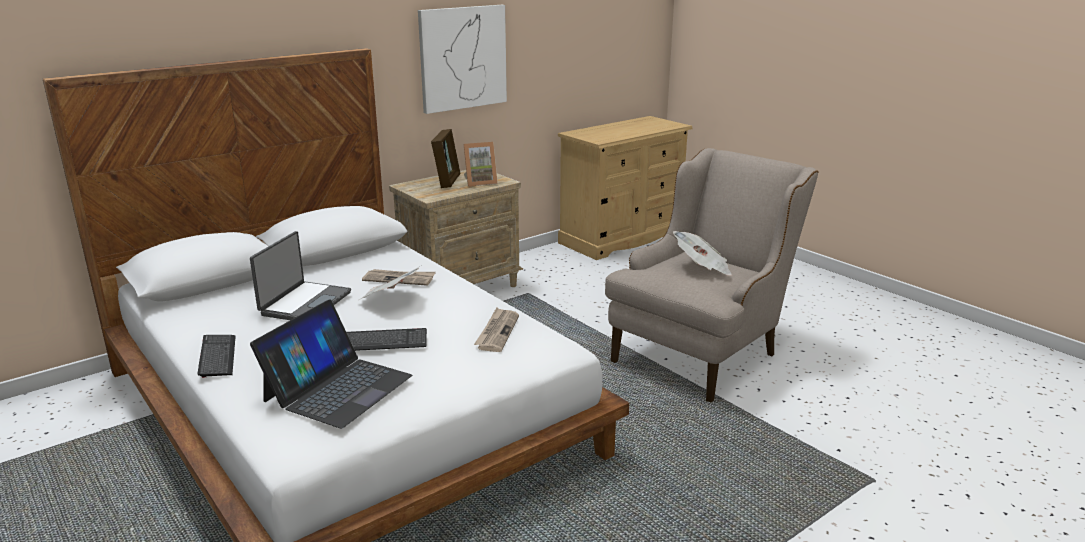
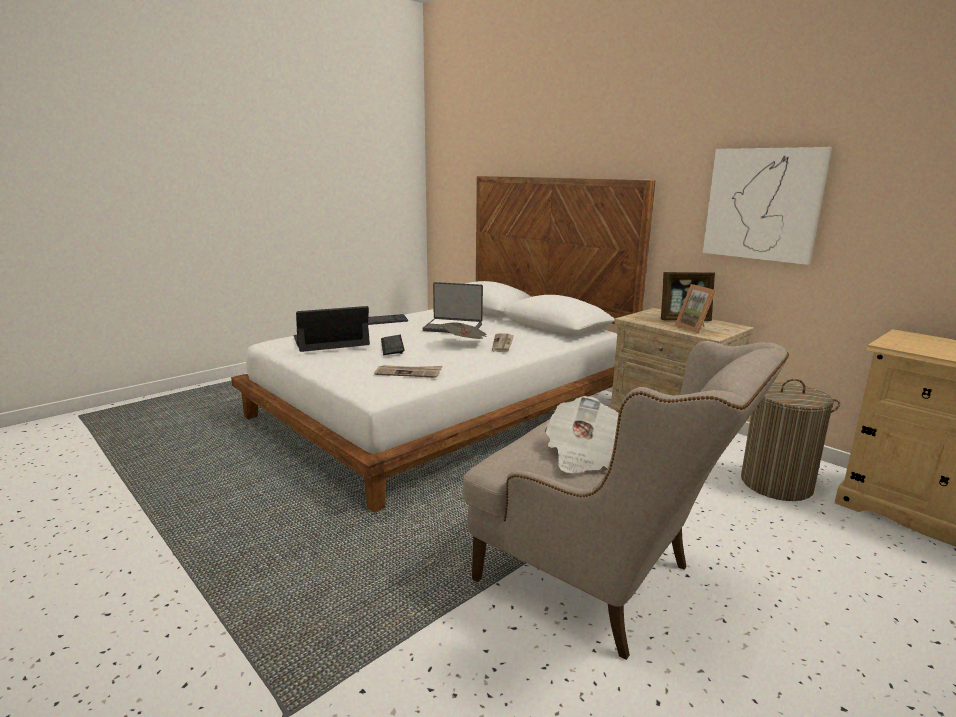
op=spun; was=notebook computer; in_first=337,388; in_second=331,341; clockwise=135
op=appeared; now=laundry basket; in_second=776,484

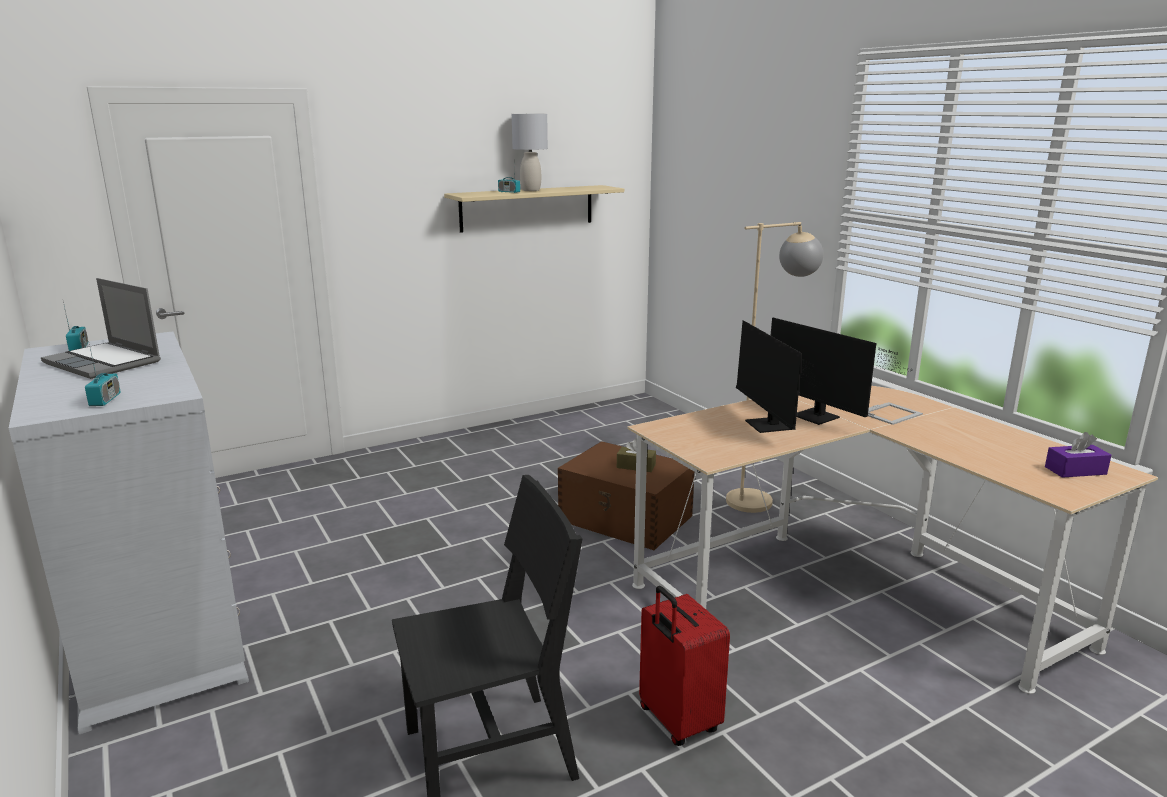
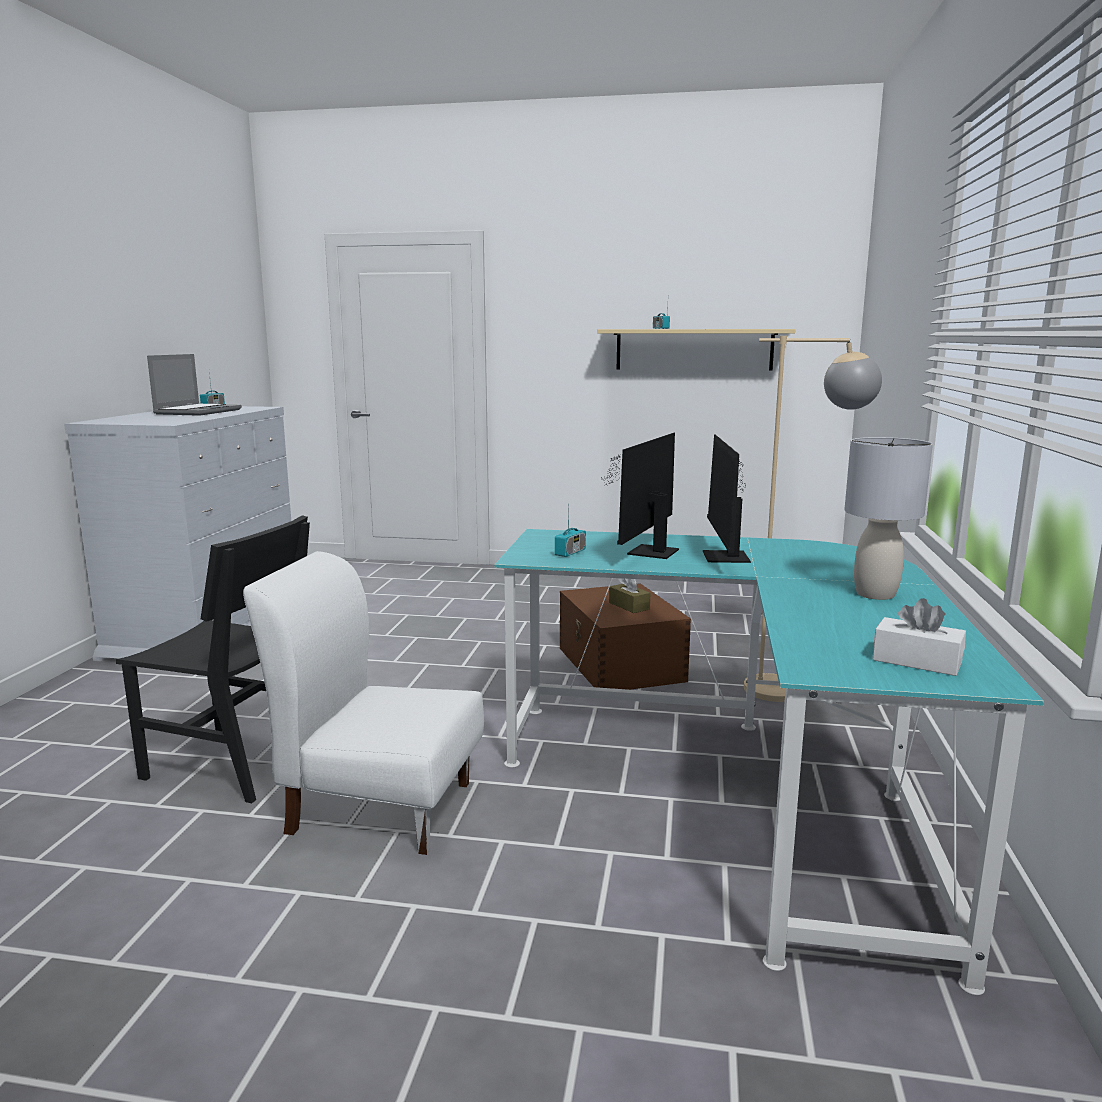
op=relocated; was=greyish lamp for a table; in_first=531,190; in_second=876,594
op=spun; was=notebook computer; in_first=105,362; in_second=198,412; clockwise=-150
op=relocated; was=radio; in_first=105,400; in_second=570,553
op=colour; was=beige desk; now=blue-green desk; in_first=850,589; in_second=739,792
op=missing; was=standing frame; in_first=891,413
op=colour; was=purple box of tissues; now=whitish box of tissues; in_first=1075,470; in_second=916,661
op=exchanged; was=red-coloured suitcase; now=whitish chair; in_first=677,721; in_second=380,806

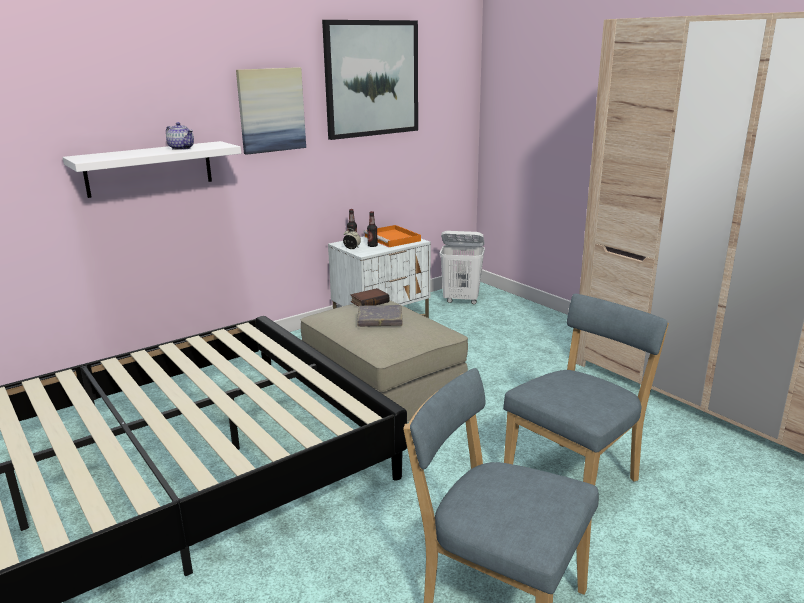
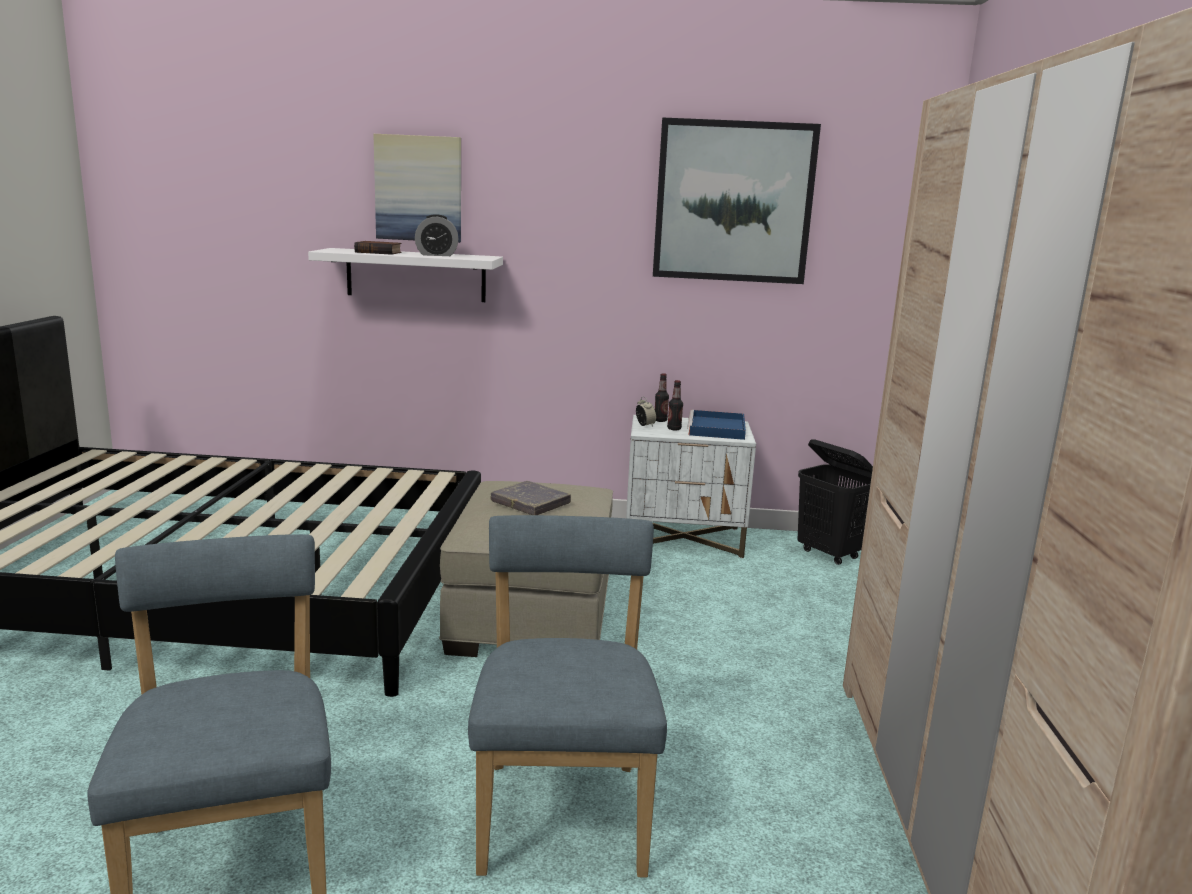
op=relocated; was=picture; in_first=271,110; in_second=418,188
op=exchanged; was=tea pot; now=bedside clock; in_first=182,148; in_second=436,255
op=colour; was=orange-coloured carrying tray; now=blue carrying tray; in_first=393,239; in_second=717,429
op=colour; was=whitish laundry basket; now=black-coloured laundry basket; in_first=461,300; in_second=829,554
op=relocated; was=volume; in_first=369,301; in_second=379,252
op=spun; was=blue chair; in_first=575,478; in_second=563,810; clockwise=-90

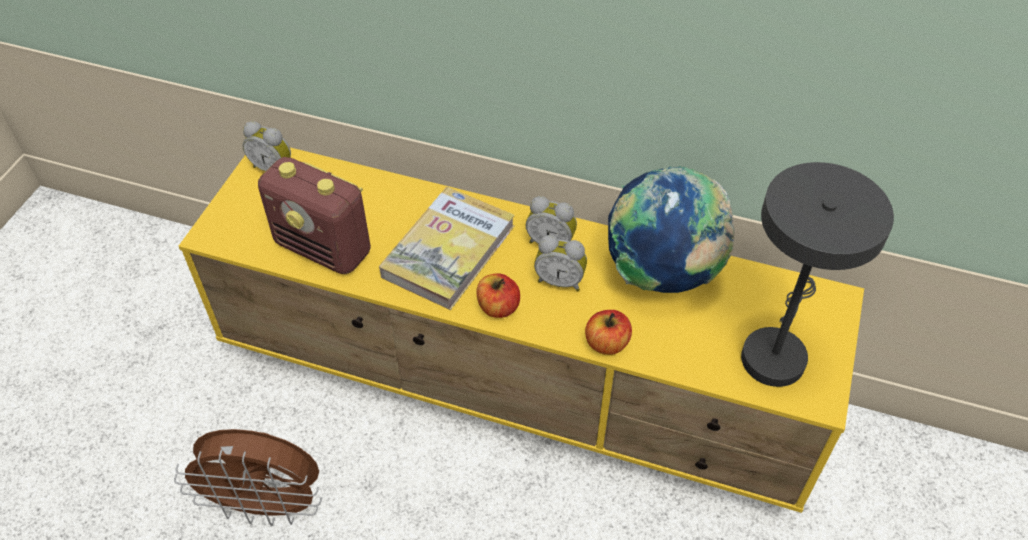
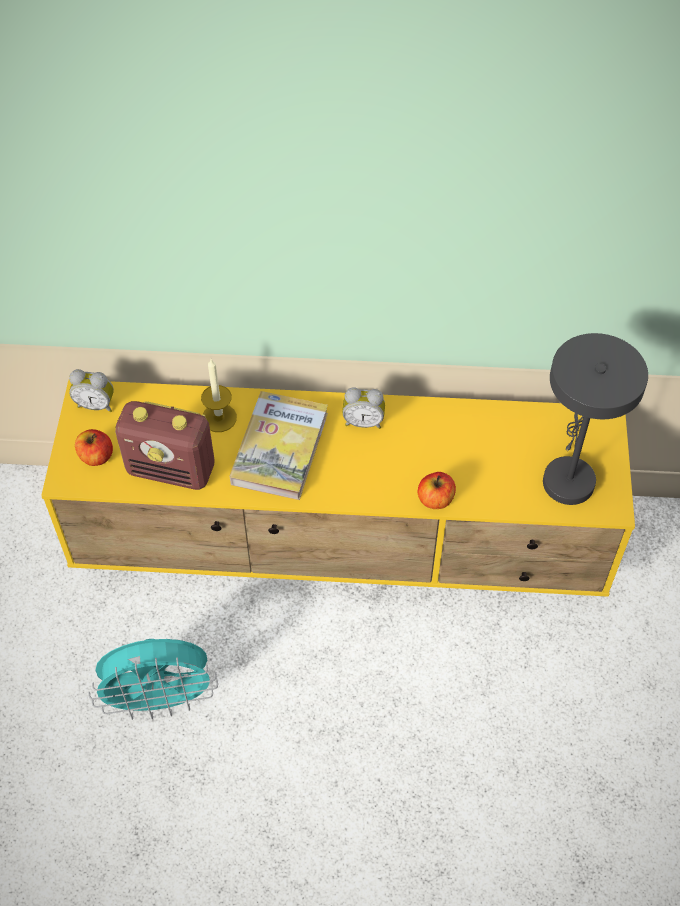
op=missing; was=globe; in_first=661,274
op=missing; was=bedside clock; in_first=560,280
op=relocated; was=apple; in_first=498,307; in_second=96,456
op=colour; was=brown-coloured electric fan; now=blue-green electric fan; in_first=267,505; in_second=161,700
op=appeared; now=wax light; in_second=219,418

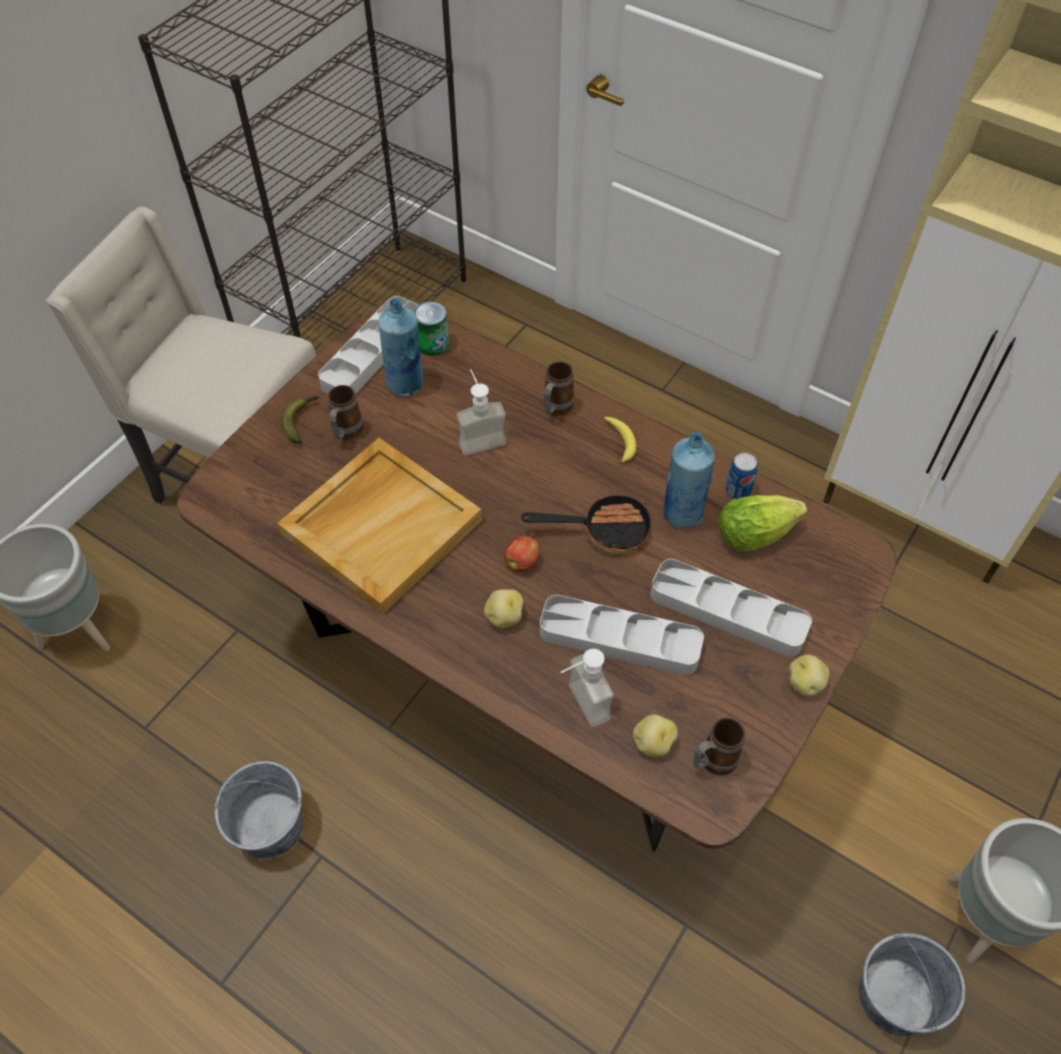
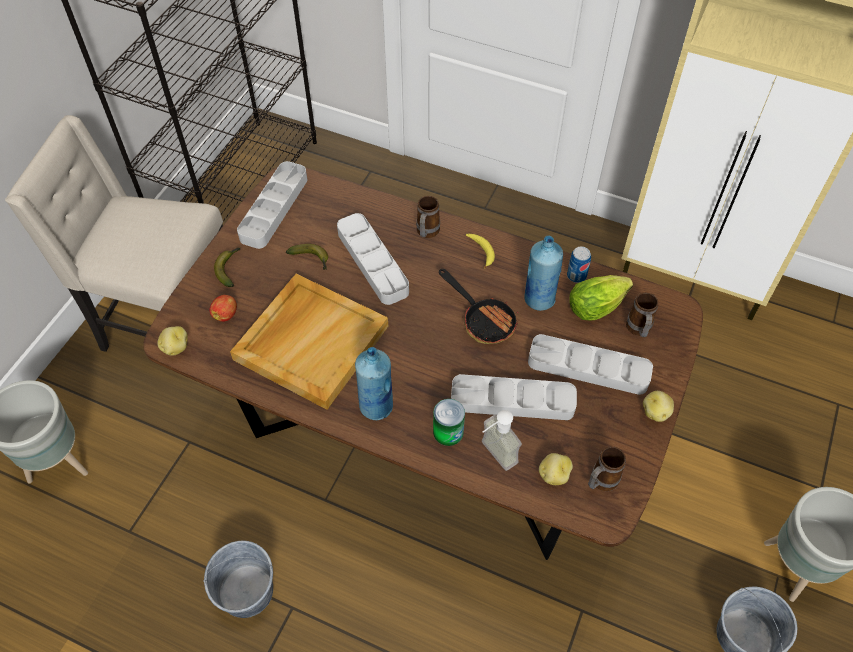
op=relocated; was=blue beverage bottle; in_first=405,383; in_second=376,406
op=relocated; was=sealed can; in_first=433,344; in_second=448,432
op=exchanged; was=soap dispenser; now=greyish carrying tray; in_first=479,437; in_second=372,262
op=relocated; was=coffee mug; in_first=346,434; in_second=638,330
op=spun; was=frying pan; in_first=604,529; in_second=483,320; clockwise=60
op=relocated; was=apple; in_first=522,562; in_second=226,314
op=relocated; was=whole potato; in_first=504,616; in_second=175,347
op=appeared; now=whole banana; in_second=311,259

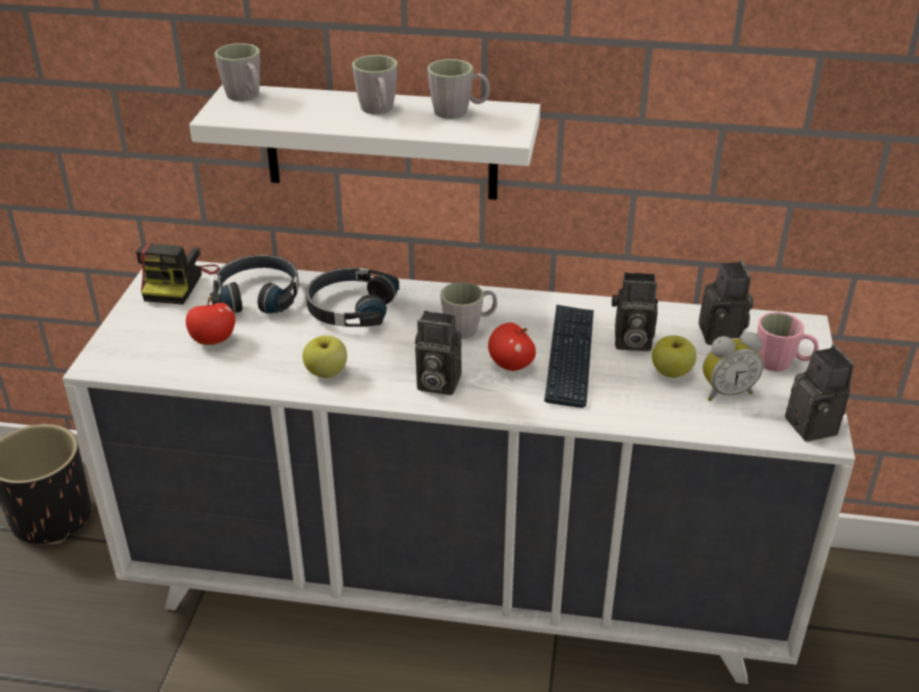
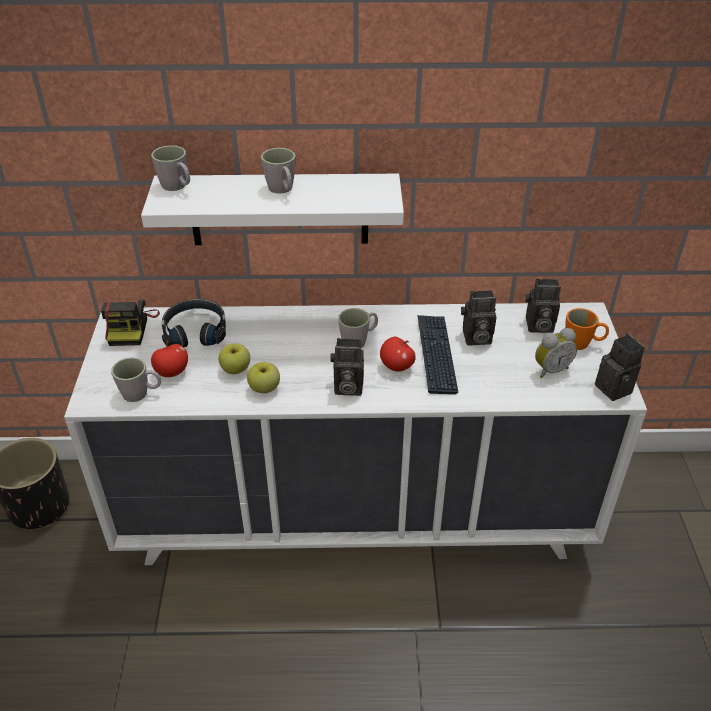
op=relocated; was=greyish coffee mug; in_first=458,112; in_second=141,393
op=spun; was=photo camera; in_first=723,335; in_second=538,326; clockwise=105
op=missing; was=black-coloured headphones; in_first=350,308
op=colour; was=pink coffee mug; now=orange-coloured coffee mug; in_first=781,364; in_second=582,343
op=relocated; was=apple; in_first=671,372; in_second=236,369

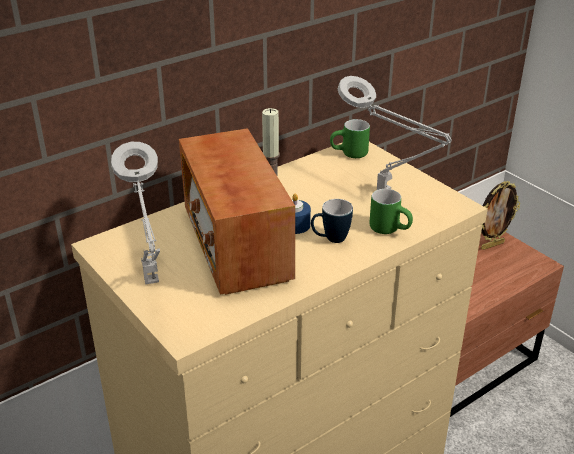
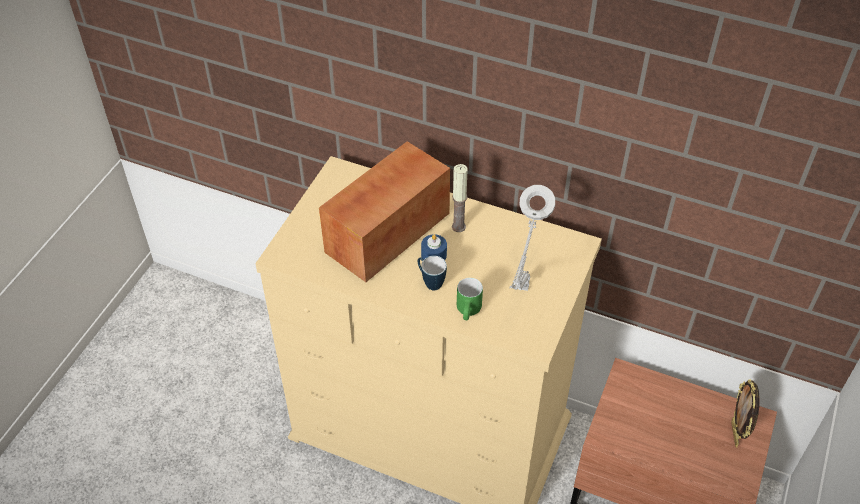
op=missing; was=greenish coffee mug; in_first=349,155
op=missing; was=greyish lamp for a table; in_first=152,284
op=spun; was=standing frame; in_first=492,245; in_second=735,434; clockwise=60

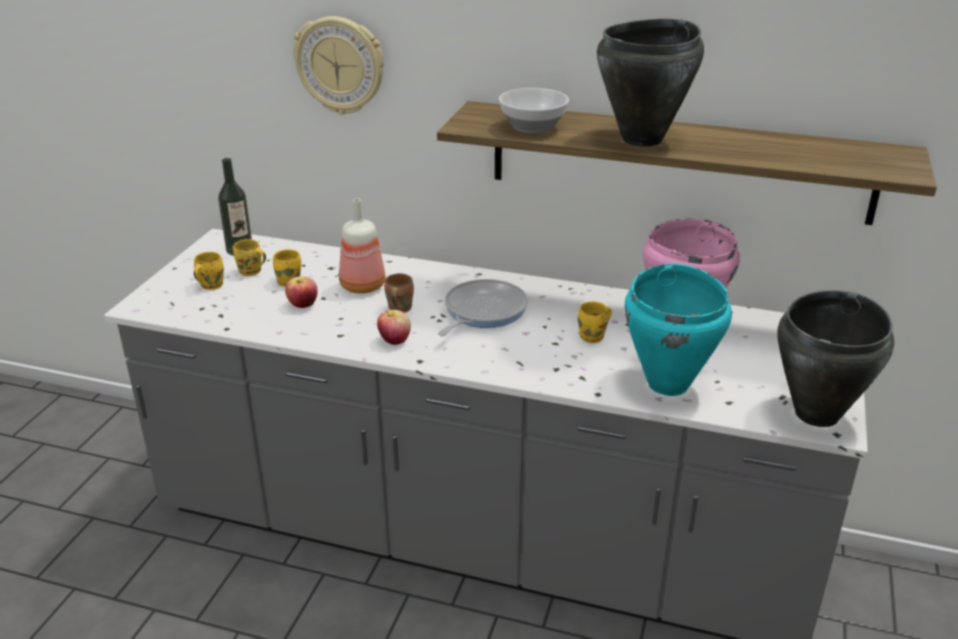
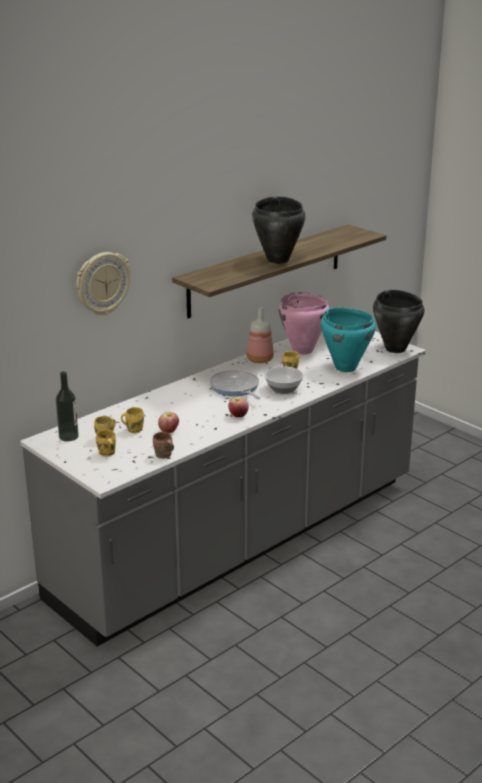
op=relocated; was=deep dish; in_first=531,127; in_second=283,389
op=relocated; was=beverage bottle; in_first=361,286; in_second=259,360
op=relocated; was=brown-coloured coffee mug; in_first=398,309; in_second=163,456

